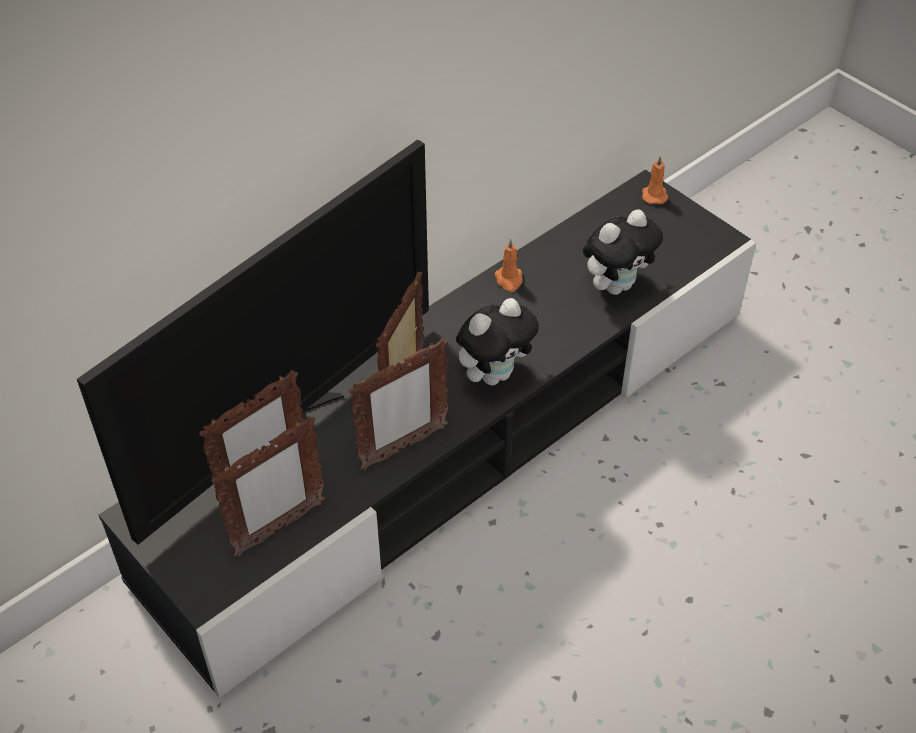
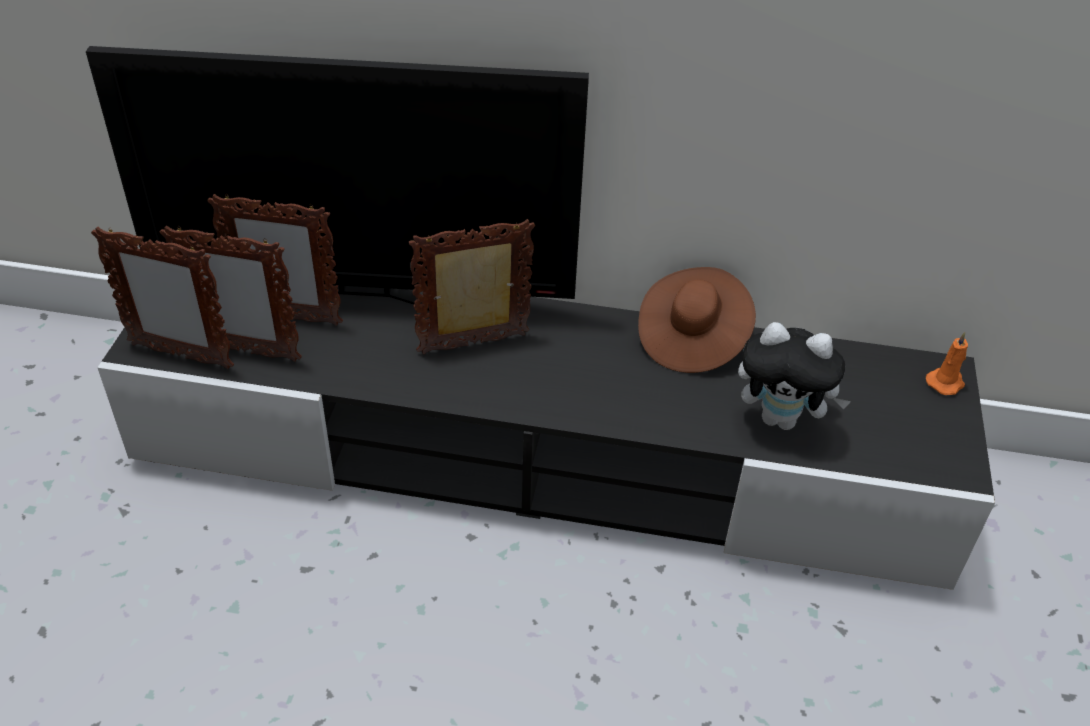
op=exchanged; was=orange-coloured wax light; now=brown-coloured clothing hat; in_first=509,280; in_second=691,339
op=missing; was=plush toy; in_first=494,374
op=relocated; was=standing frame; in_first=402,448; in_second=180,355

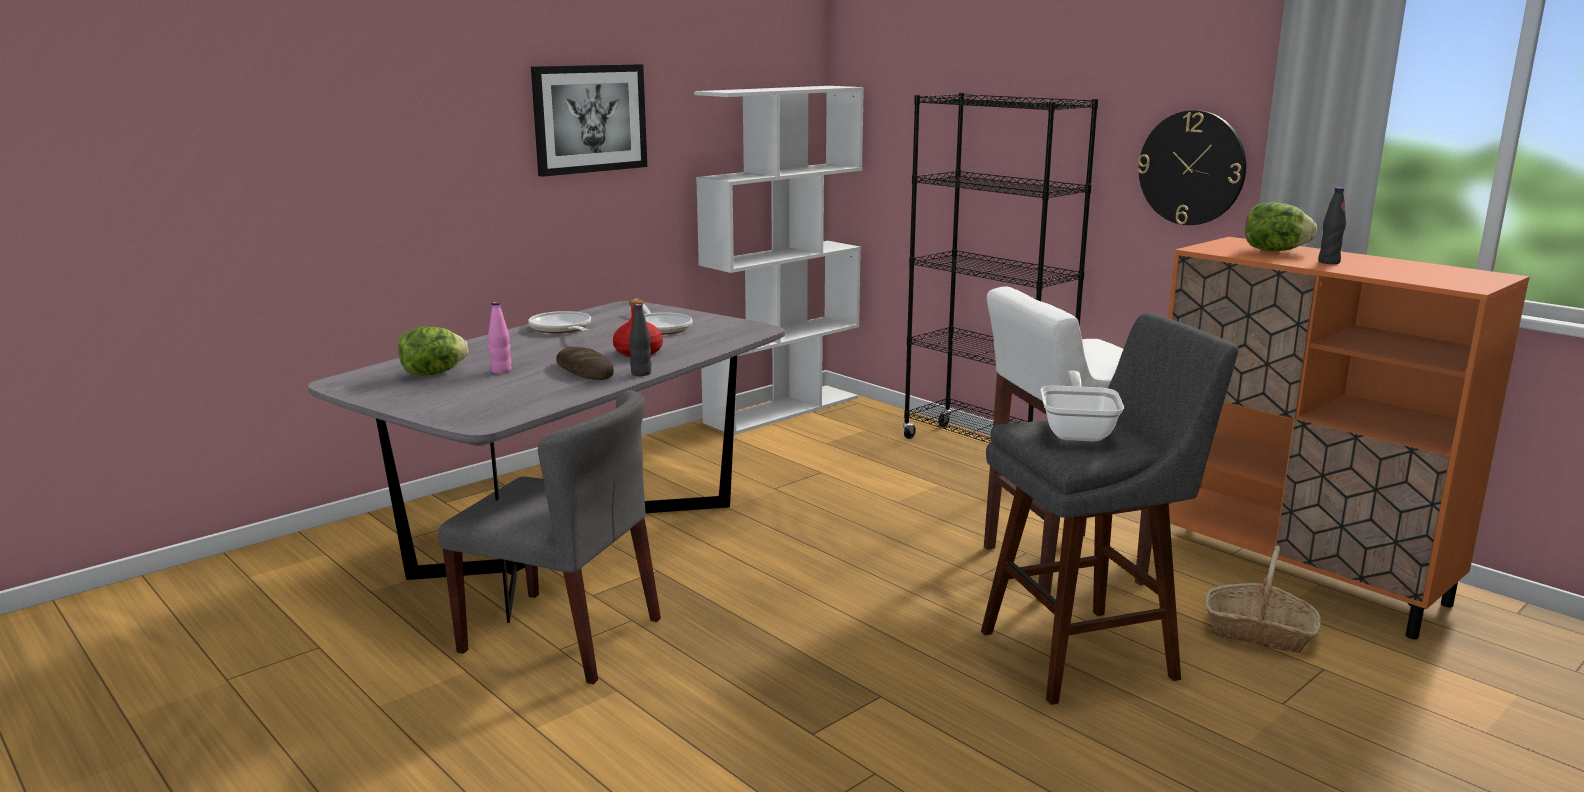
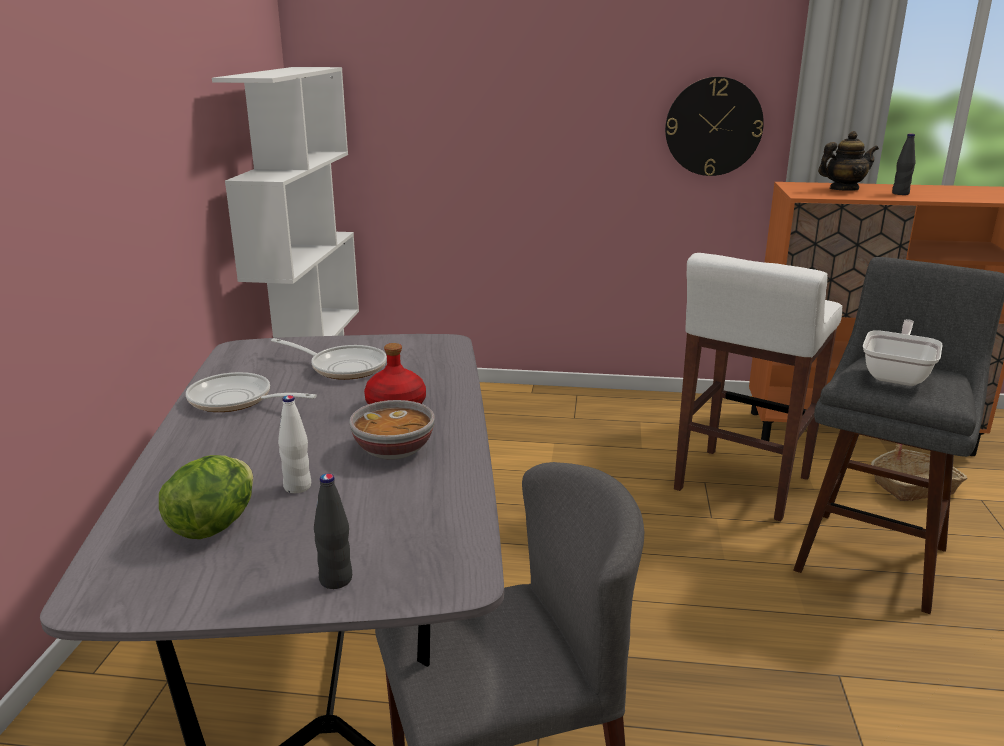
op=missing; was=picture; in_first=589,118
op=missing; was=black-coloured bookcase; in_first=984,451
op=exchanged; was=lettuce head; now=tea pot; in_first=1274,251; in_second=843,189
op=colour; was=pink beverage bottle; now=whitish beverage bottle; in_first=501,371; in_second=297,487
op=relocated; was=black-coloured beverage bottle; in_first=641,373; in_second=336,580
op=exchanged; was=bakery bread; now=deep dish; in_first=584,370; in_second=394,450
op=spun; was=frying pan; in_first=1078,431; in_second=897,374; clockwise=60

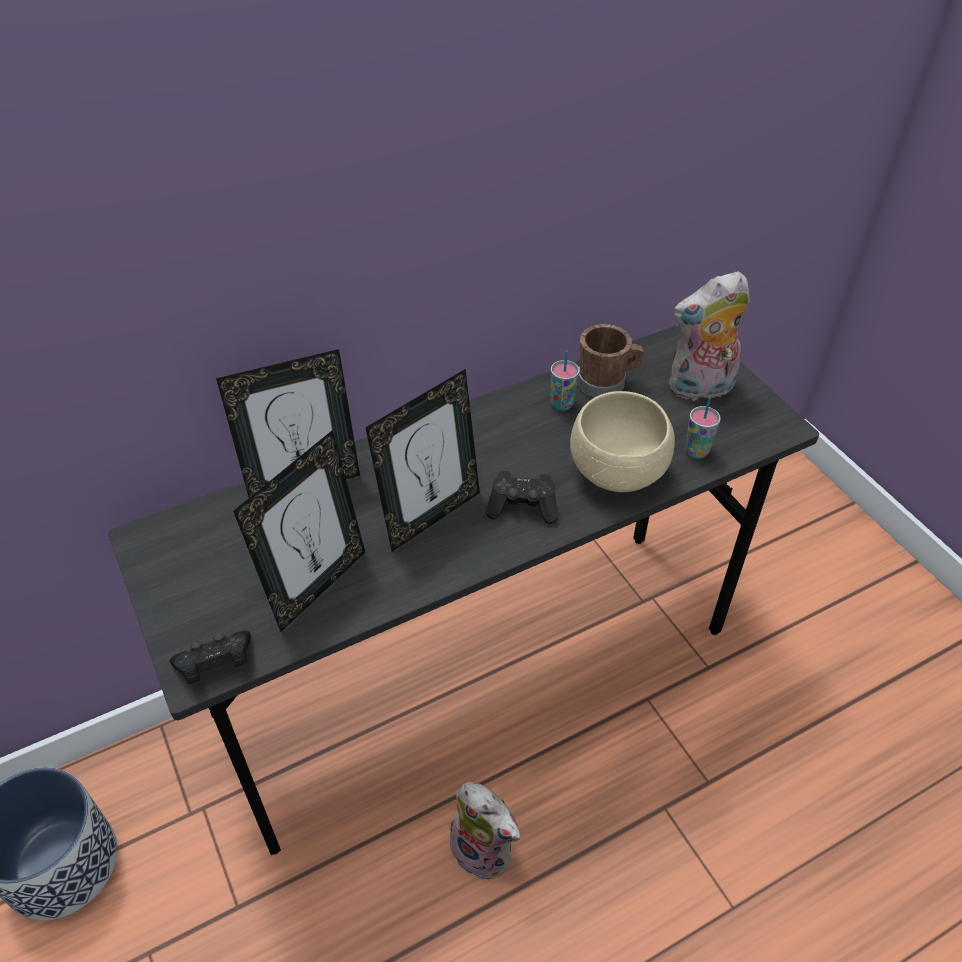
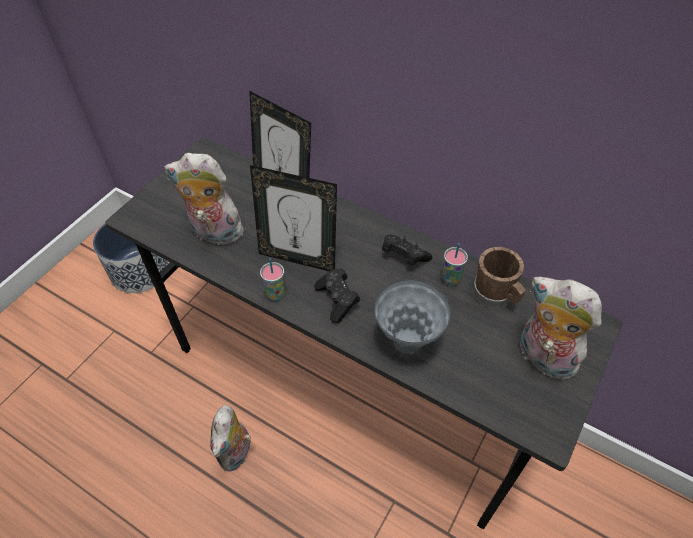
op=exchanged; was=beige deep dish; now=greyish flower vase; in_first=619,475; in_second=407,342
op=relocated; was=cup; in_first=696,451; in_second=275,294
op=exchanged; was=standing frame; now=plush toy; in_first=317,585; in_second=214,234
op=relocated; was=black-coloured game controller; in_first=216,665; in_second=403,256

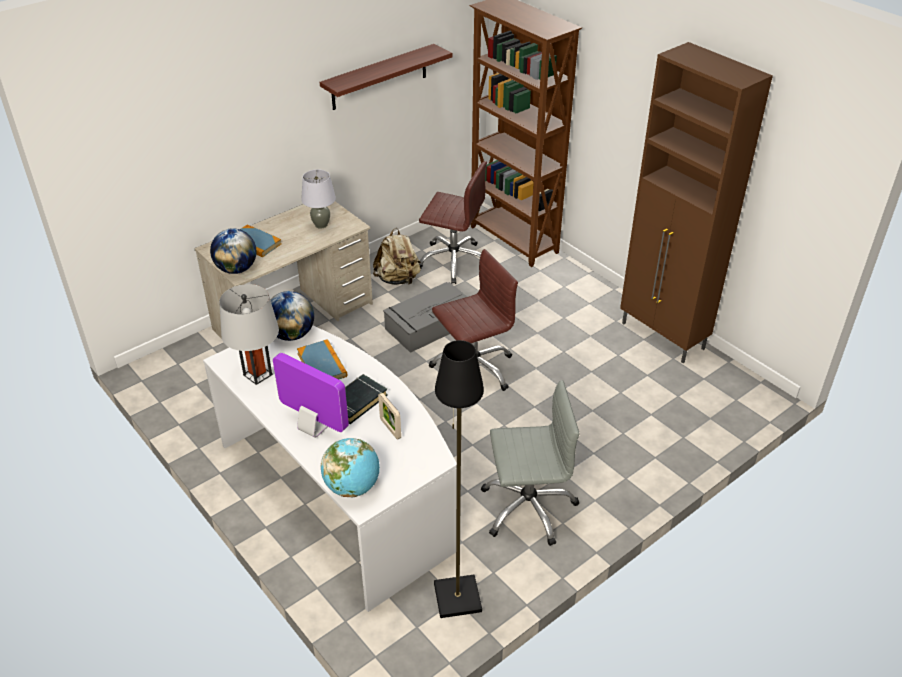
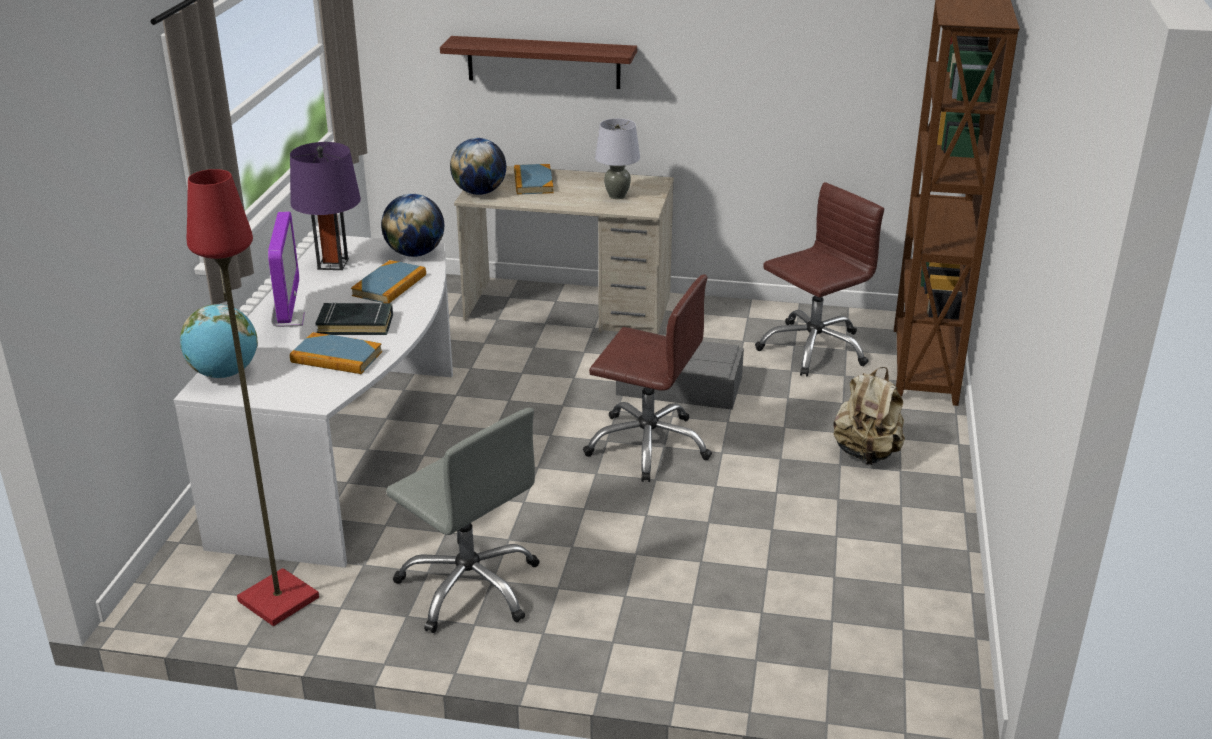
op=missing; was=brown-coloured storage cabinet; in_first=663,337
op=relocated; was=shelf; in_first=379,77; in_second=543,62
op=spun; was=brown-coloured computer chair; in_first=454,261; in_second=813,348; clockwise=-105
op=relocated; was=beige knapsack; in_first=398,279; in_second=866,453
op=colour; was=greyish lamp for a table; now=purple lamp for a table; in_first=258,374; in_second=333,264
op=colour; was=black-coloured standing lamp; now=red-coloured standing lamp; in_first=457,598; in_second=276,599
op=exchanged; was=standing frame; now=volume; in_first=390,429; in_second=336,357

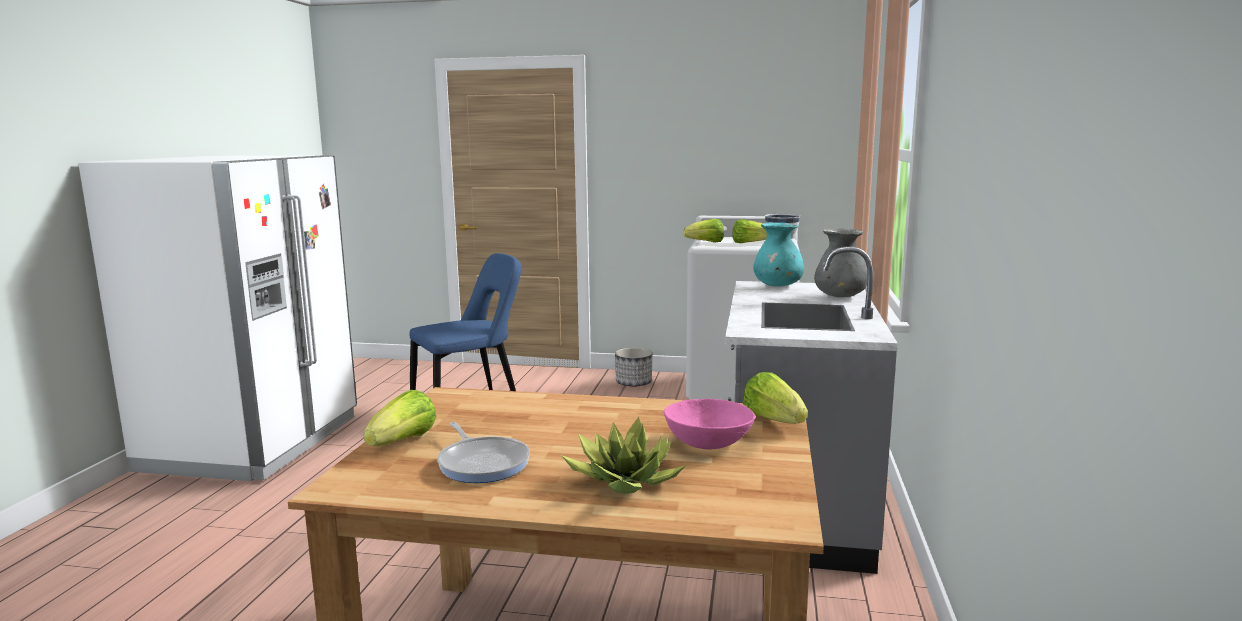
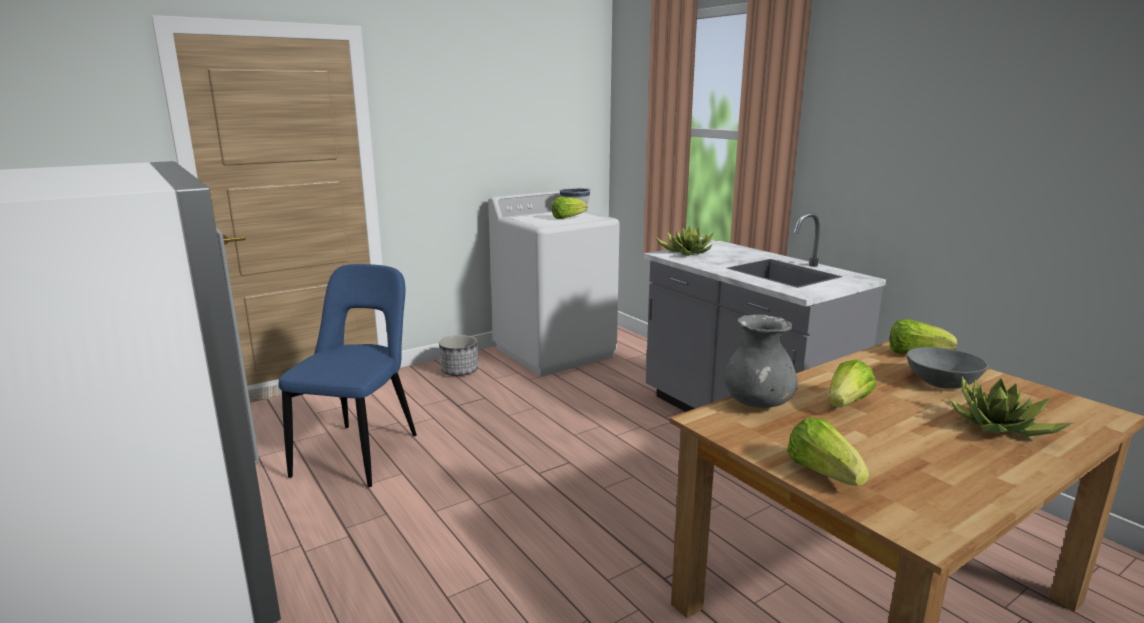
op=relocated; was=lettuce head; in_first=706,242; in_second=847,404
op=exchanged; was=blue-green flower vase; now=plant in a pot; in_first=778,286; in_second=686,252
op=relocated; was=greyish flower vase; in_first=840,297; in_second=758,404
op=colour; was=pink deep dish; now=greyish deep dish; in_first=709,443; in_second=942,383
op=missing; was=frying pan; in_first=482,463

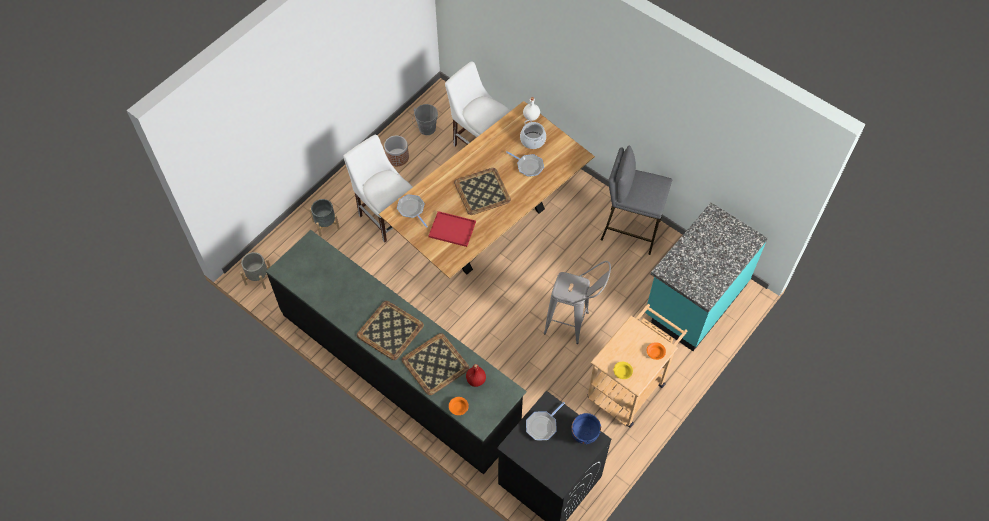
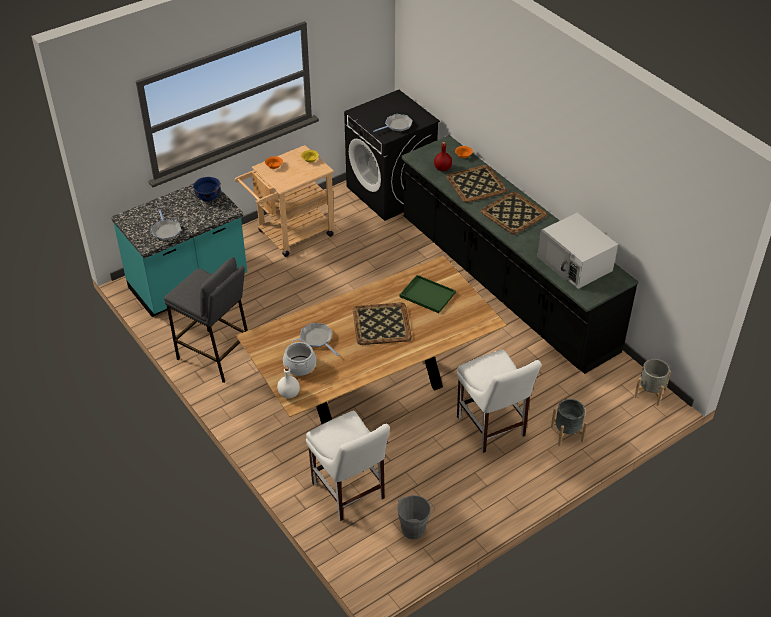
op=missing; was=planter; in_first=397,157
op=relocated; was=frying pan; in_first=412,209; in_second=166,230
op=colour; was=red-coloured carrying tray; now=greenish carrying tray; in_first=453,229; in_second=426,294
op=missing; was=greyish sitting stool; in_first=573,325
op=relocated; was=blue deep dish; in_first=585,434; in_second=208,197
op=appeared; now=whitish kitchen microwave; in_second=575,263

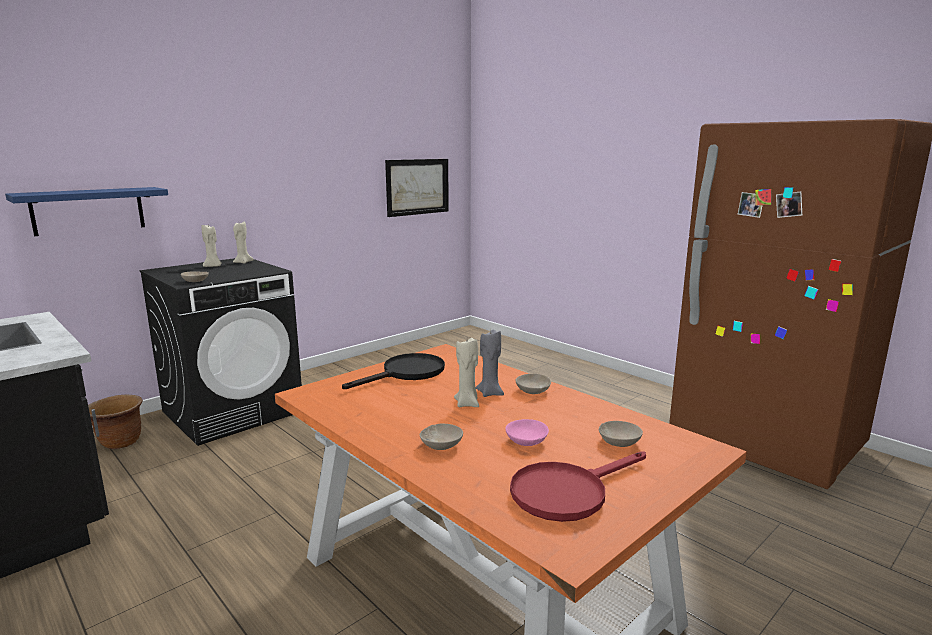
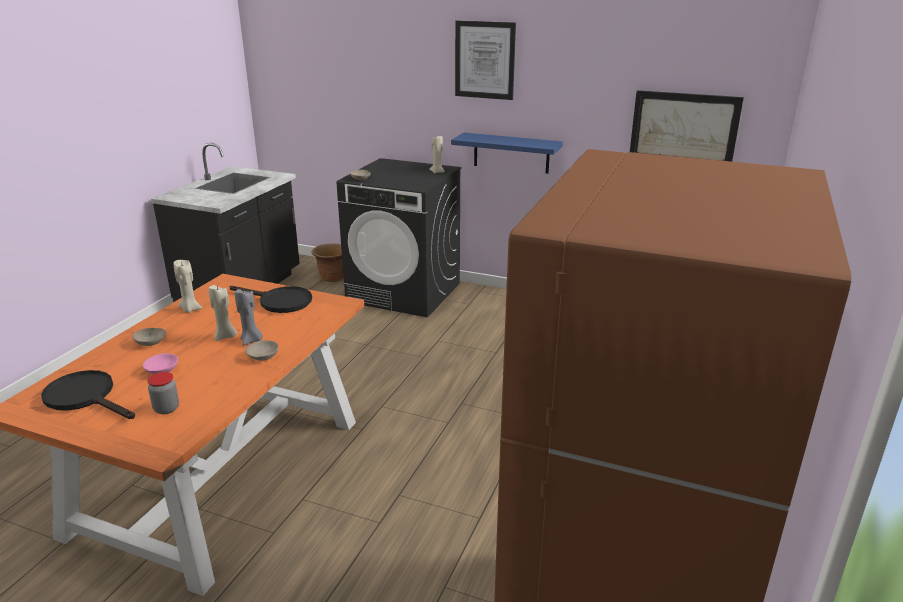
op=relocated; was=blue shelf; in_first=88,210; in_second=511,153
op=relocated; was=beige wax light; in_first=213,266; in_second=190,309
op=exchanged; was=beige deep dish; now=jar; in_first=620,443; in_second=166,409
op=colour; was=red-coloured frying pan; now=black-coloured frying pan; in_first=567,492; in_second=86,397
op=appeared; now=picture; in_second=485,60

